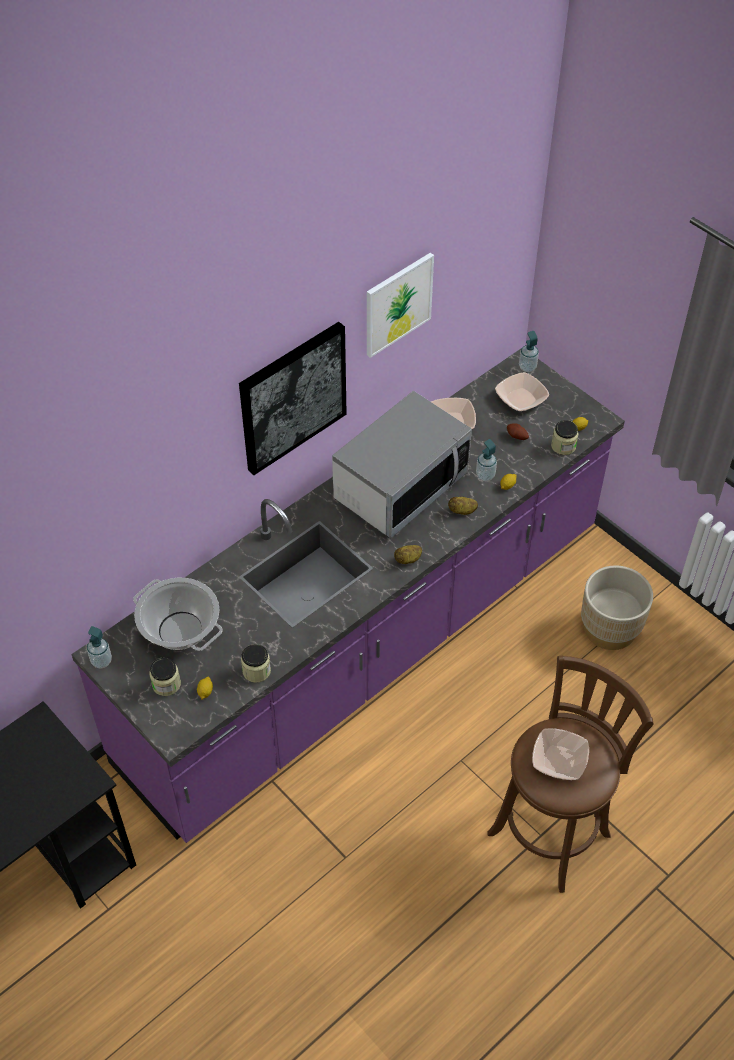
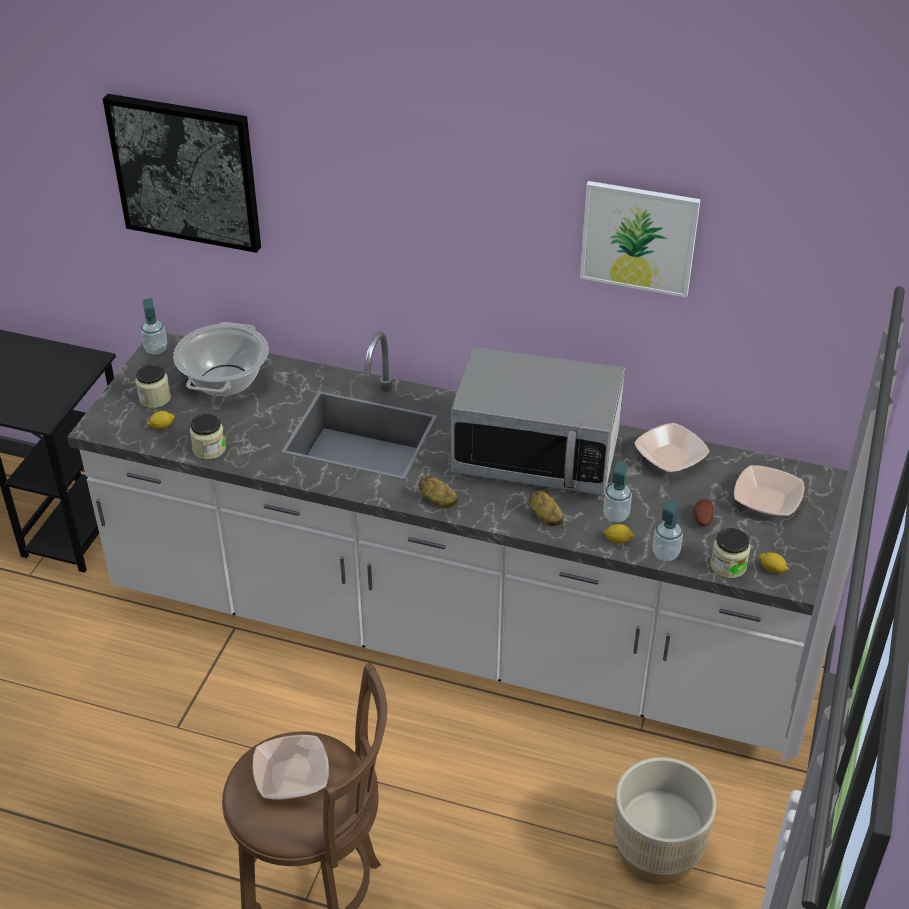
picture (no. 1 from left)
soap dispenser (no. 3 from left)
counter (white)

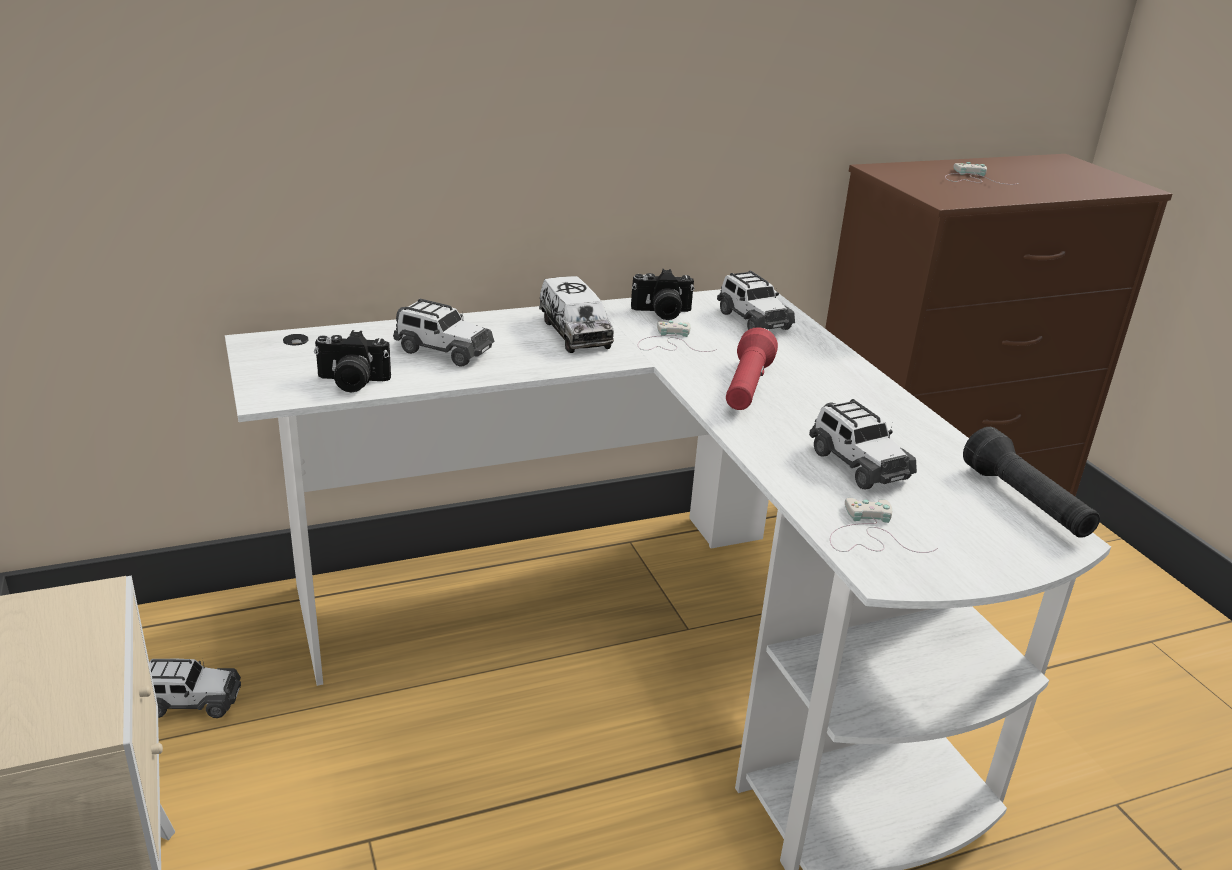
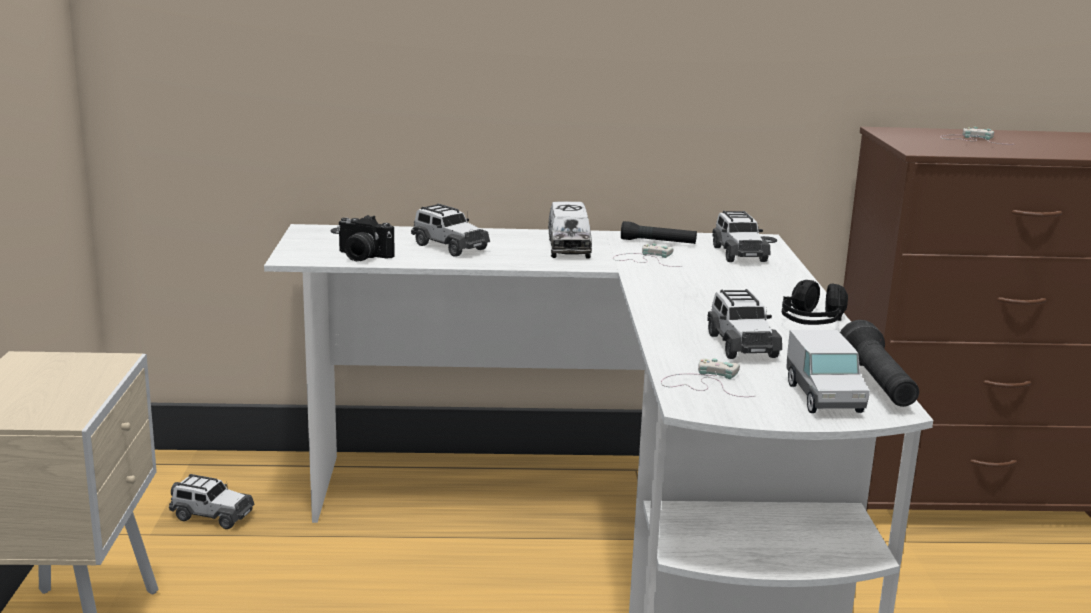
flashlight (black) (no. 1 from left)
flashlight (red)
headphones (black)
toy truck (no. 2 from left)

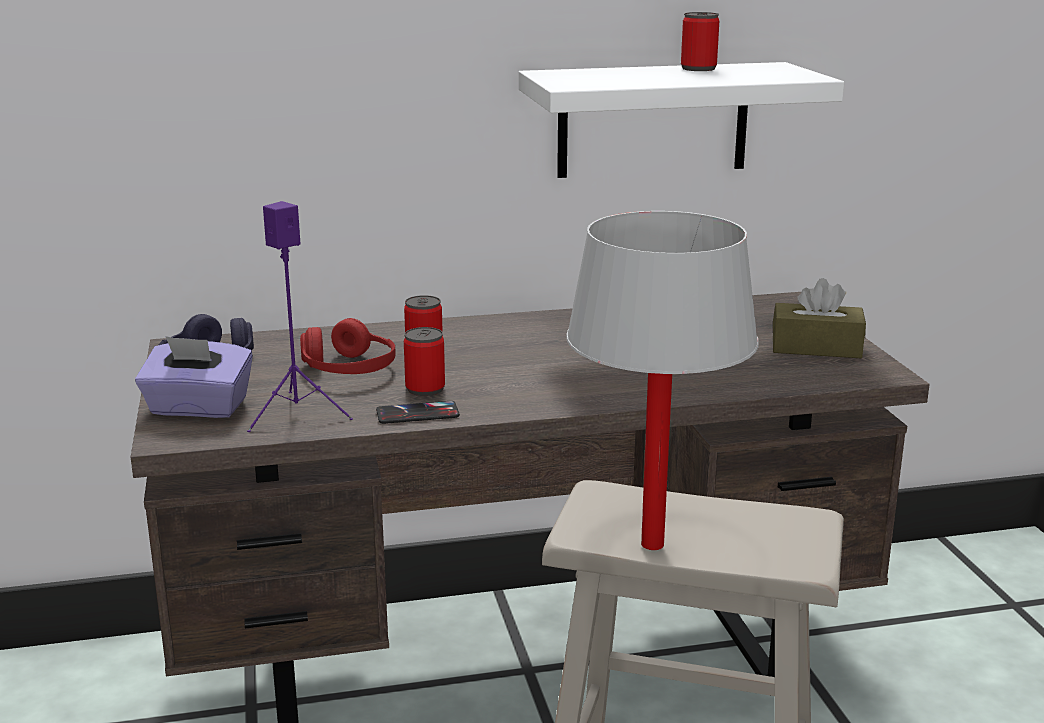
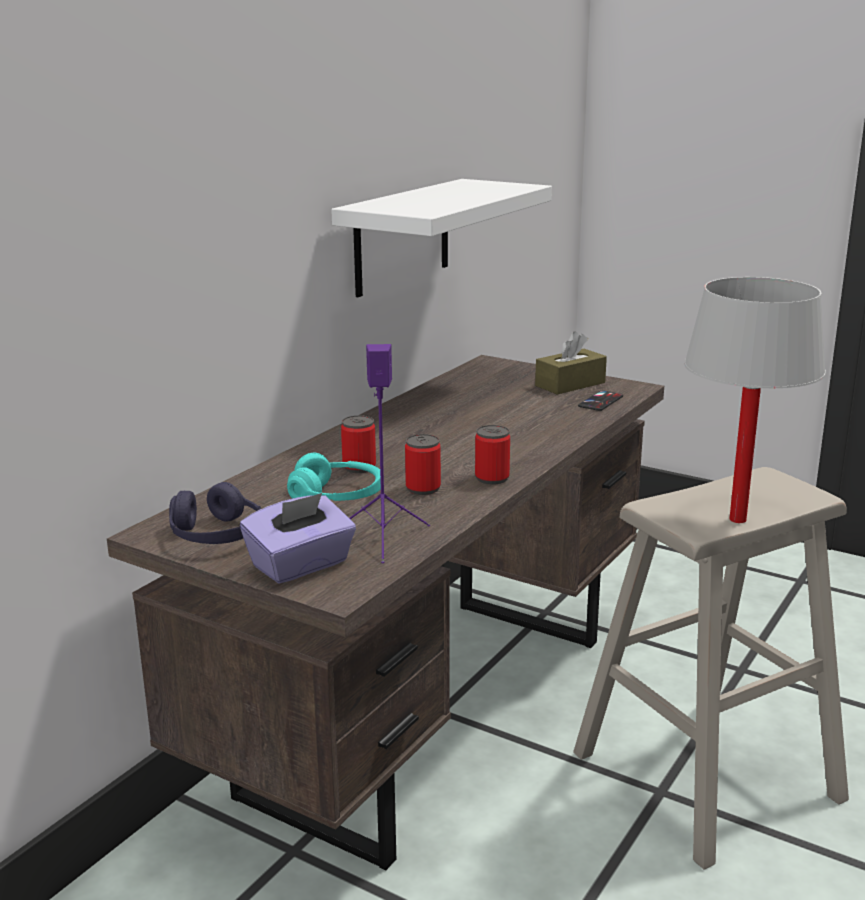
can (no. 3 from left)
headphones (turquoise)
phone

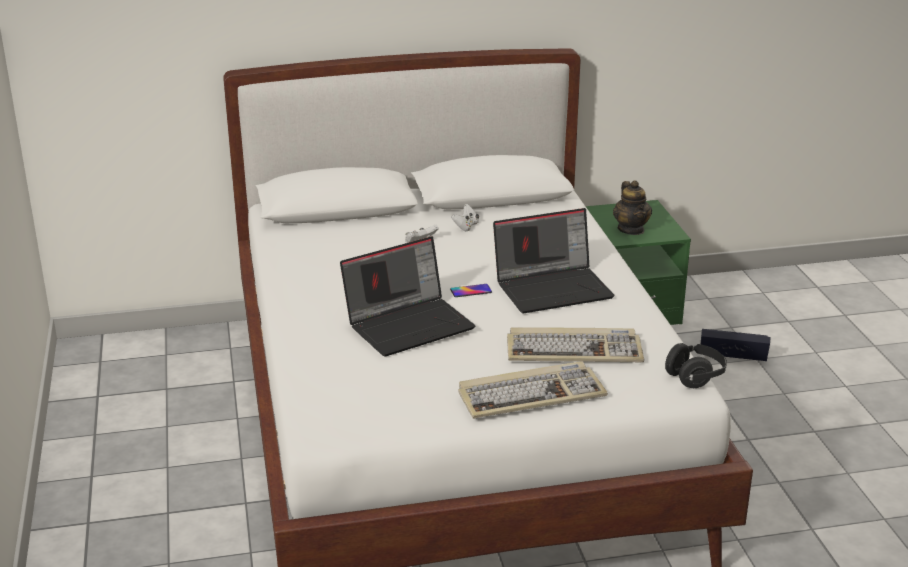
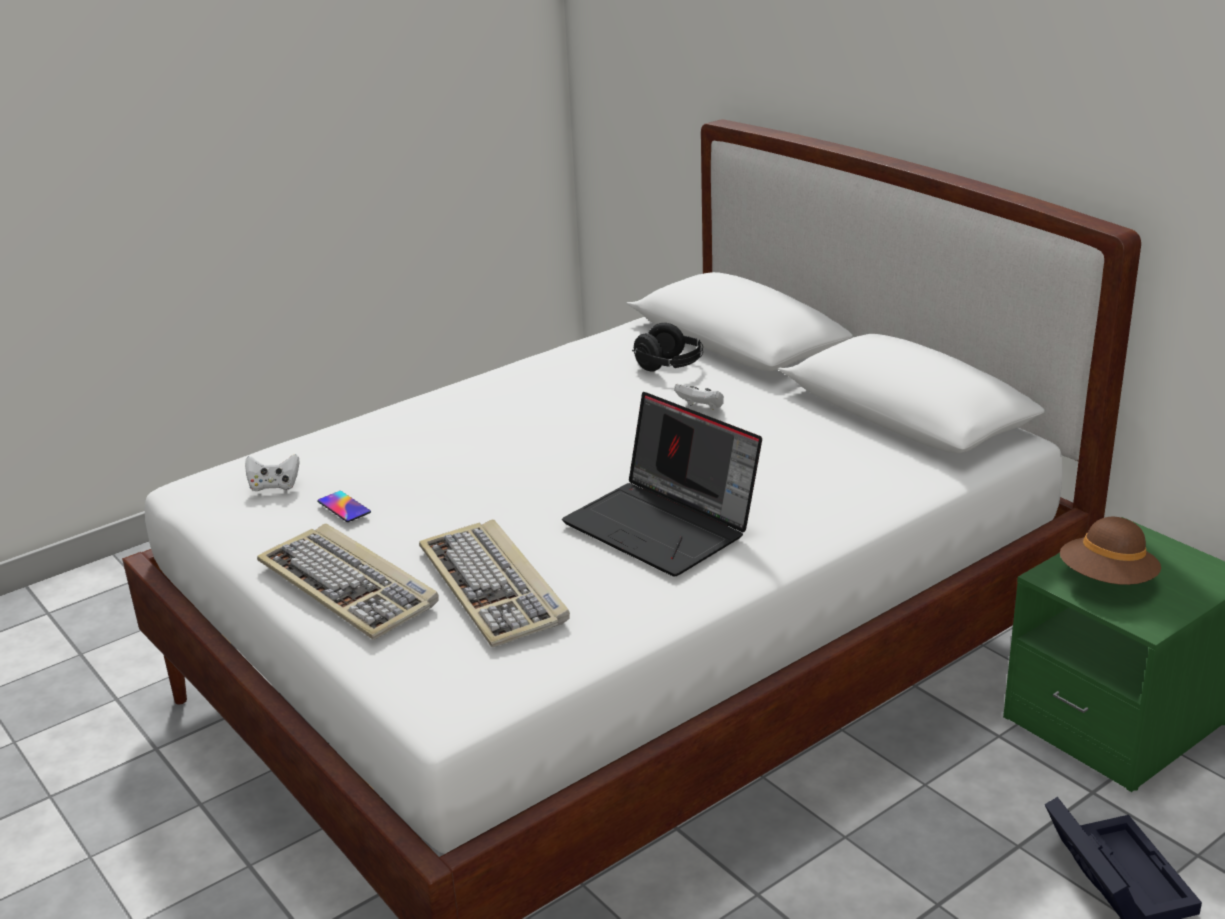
hat (brown)
game controller (white) (no. 1 from left)
laptop (no. 1 from left in the first image)
phone
headphones (black)

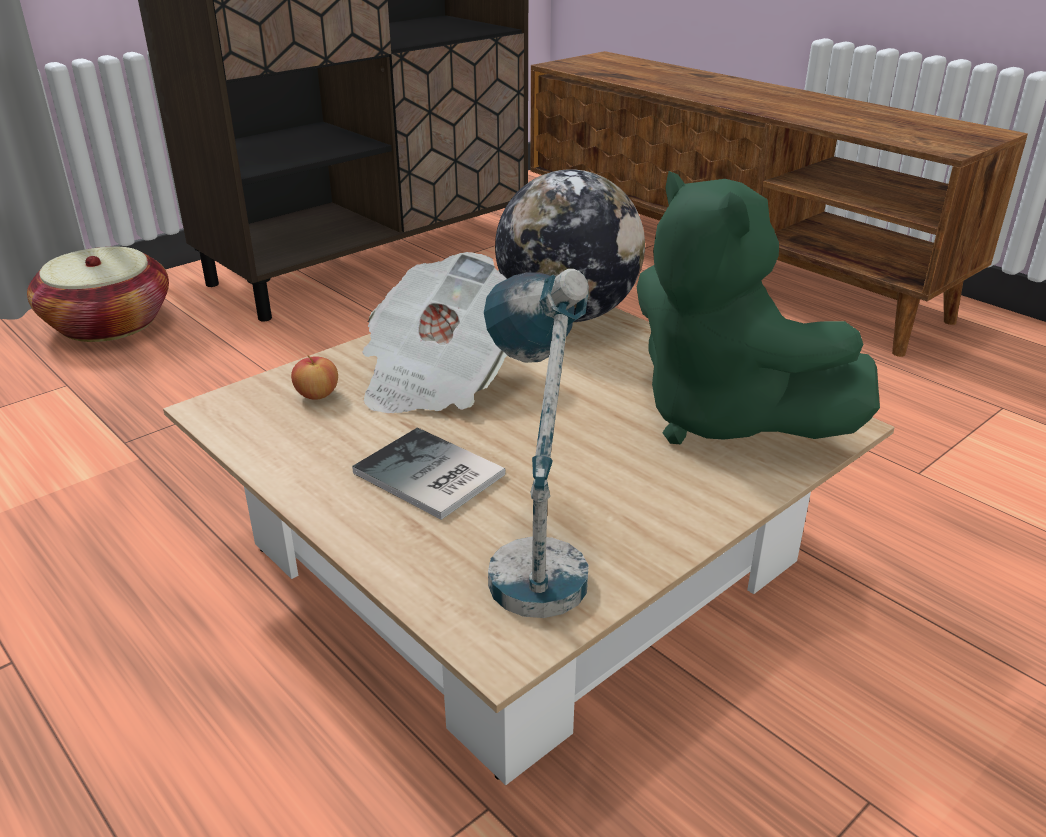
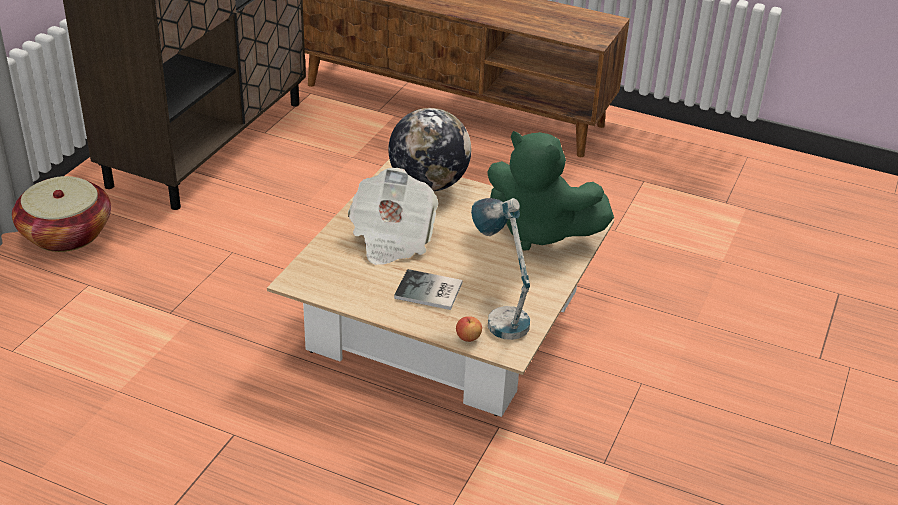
apple

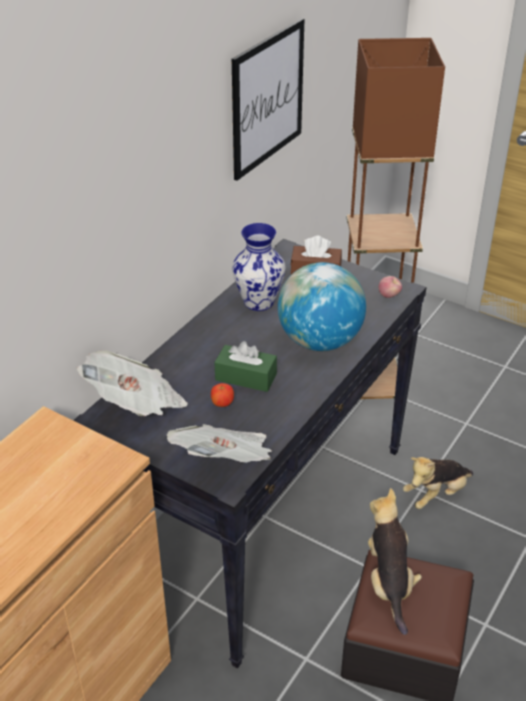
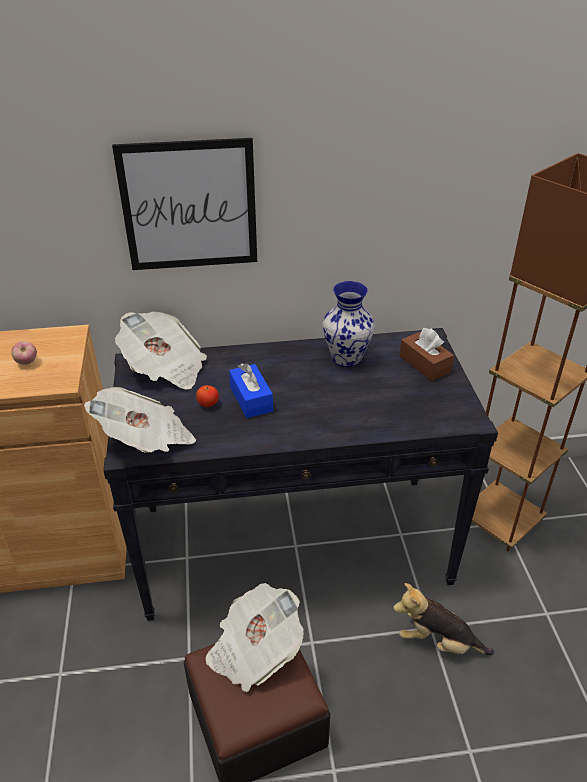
picture
globe
apple (no. 1 from left)
tissue box (blue)
newspaper (no. 3 from left)

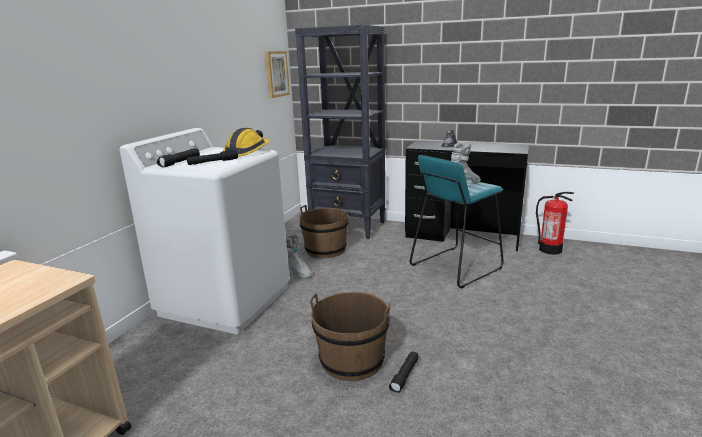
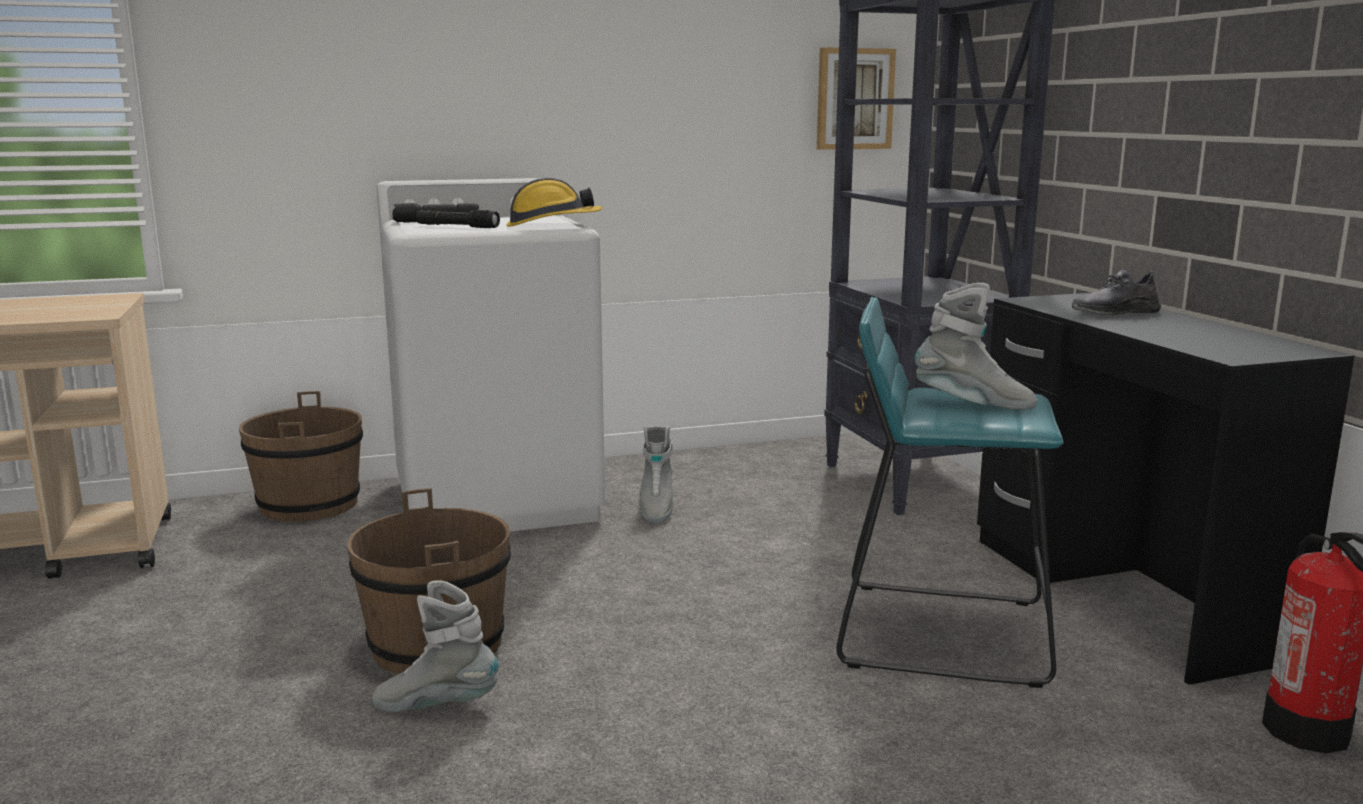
bucket (brown) (no. 1 from left)
boot (grey) (no. 1 from left)

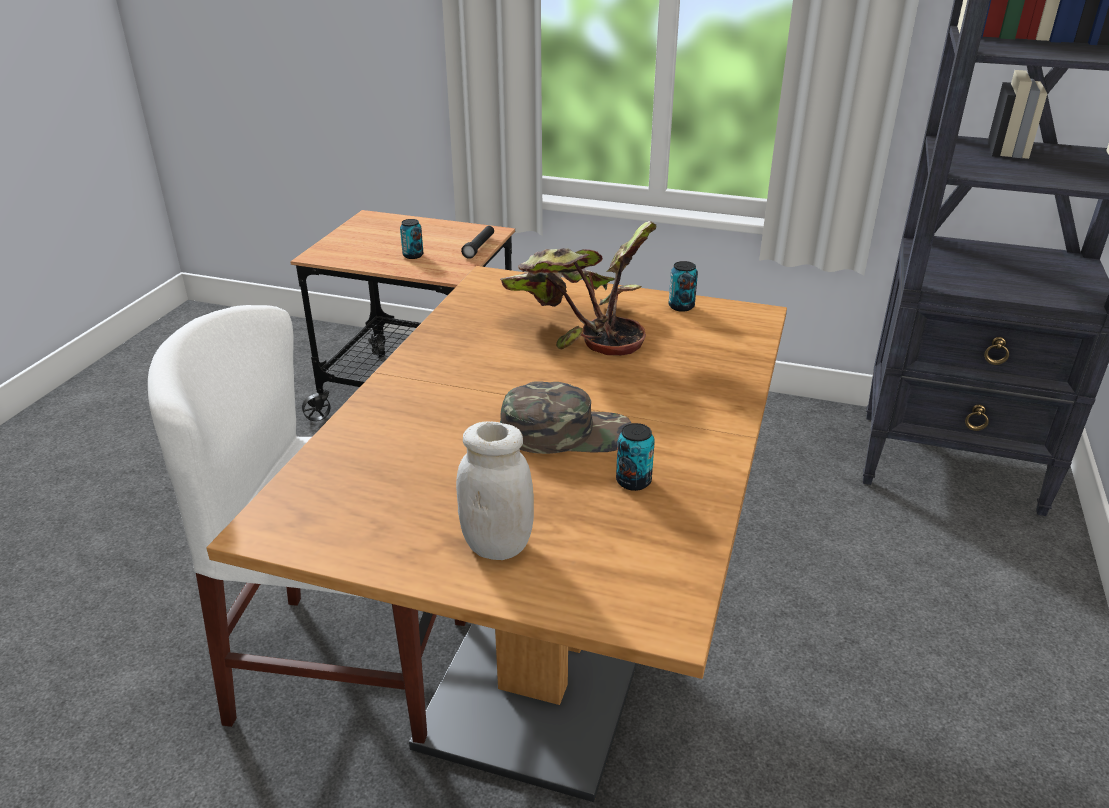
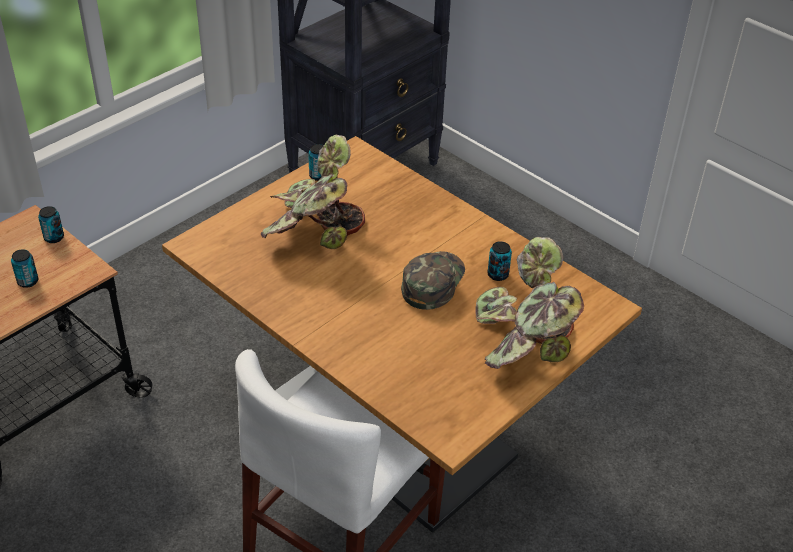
can (no. 2 from left)
potted plant (no. 2 from left)

